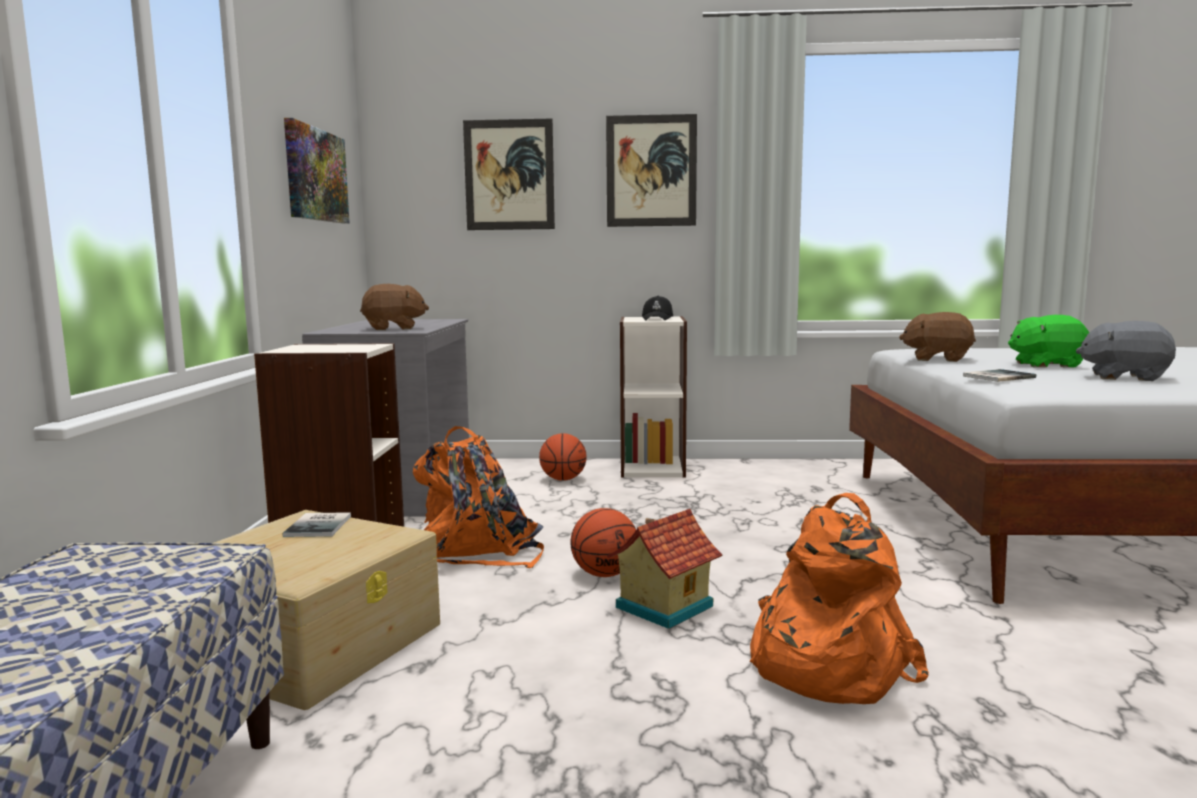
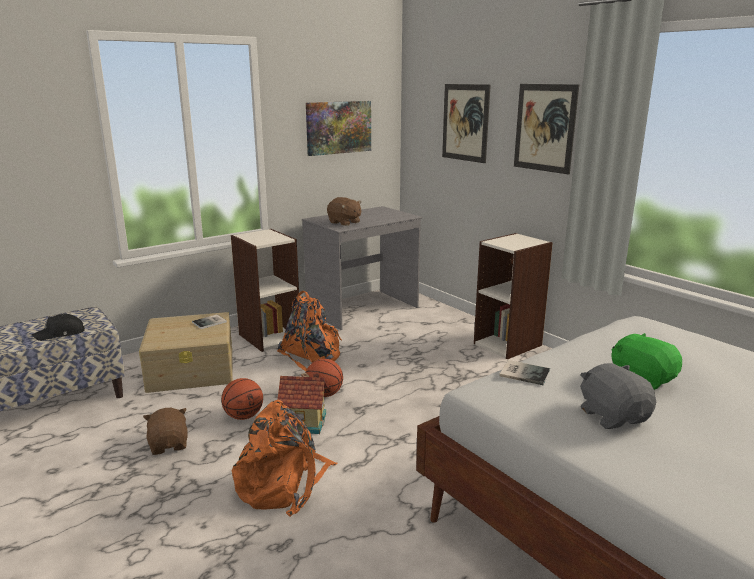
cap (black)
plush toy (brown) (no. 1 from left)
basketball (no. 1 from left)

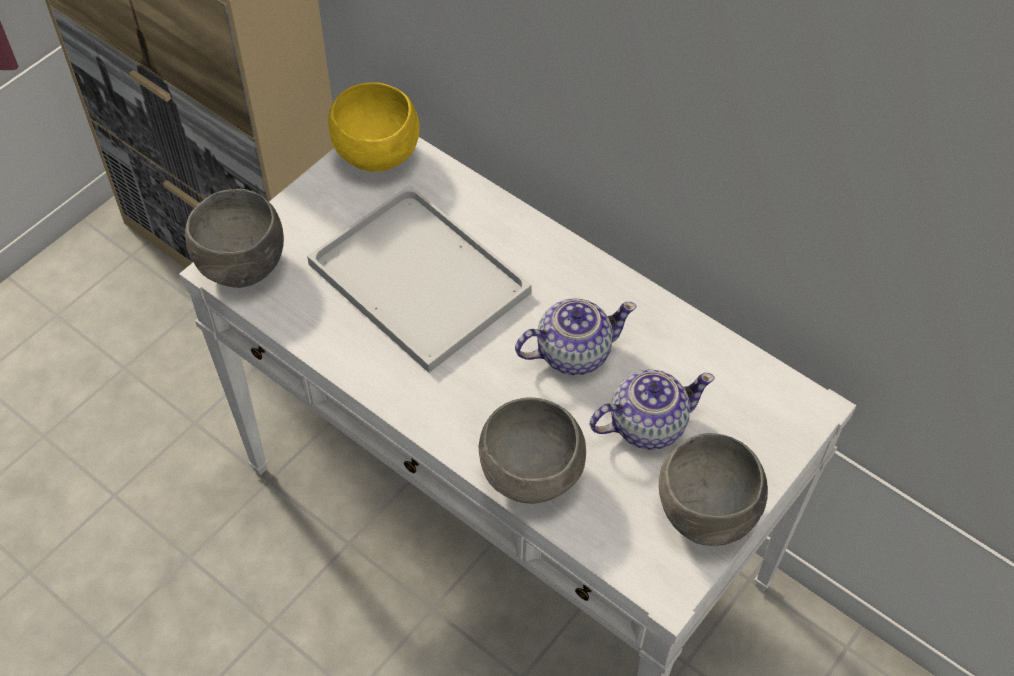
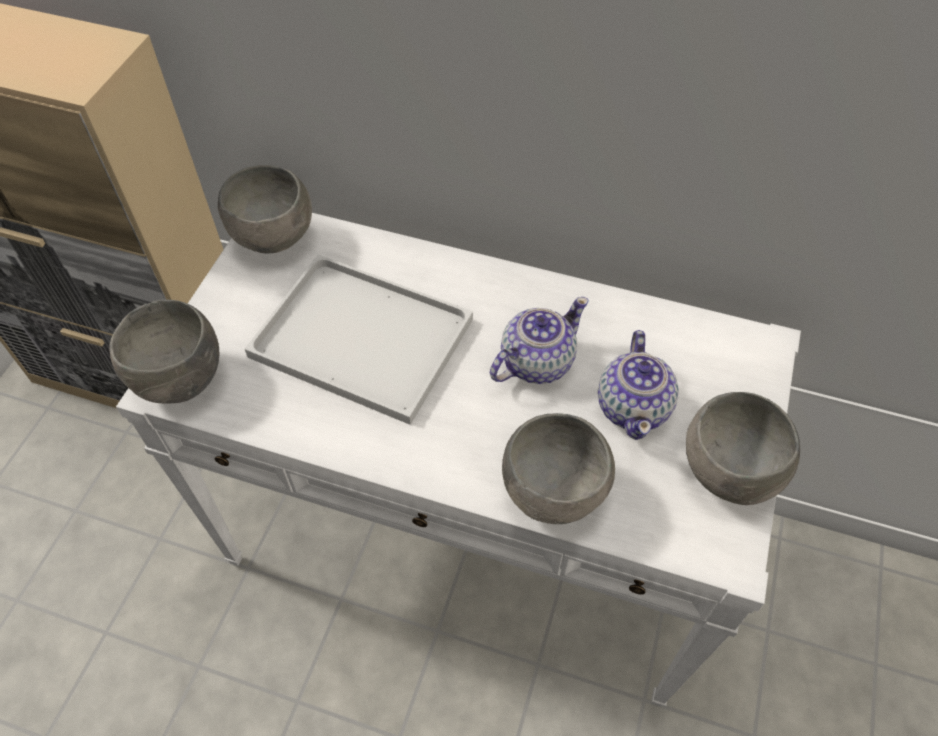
bowl (grey) (no. 2 from left)
teapot (no. 2 from left)

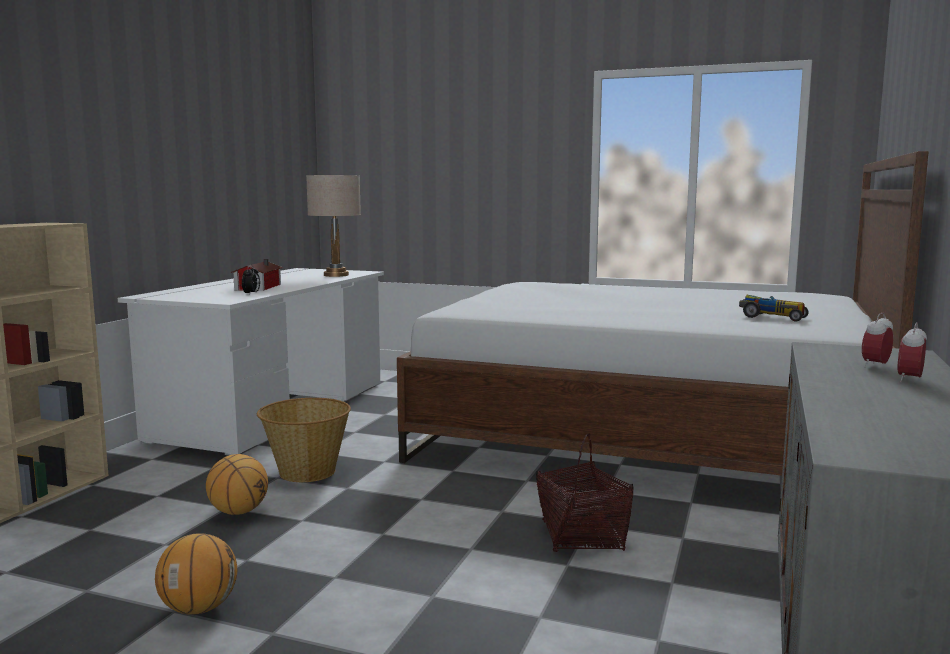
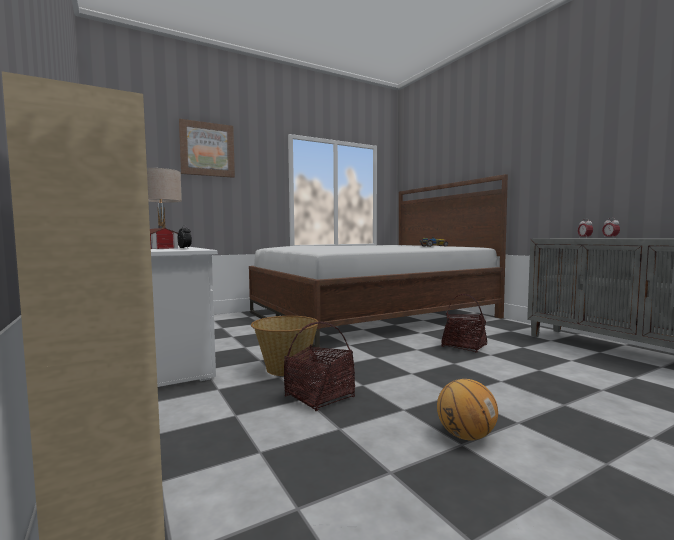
basket (no. 2 from left)
picture

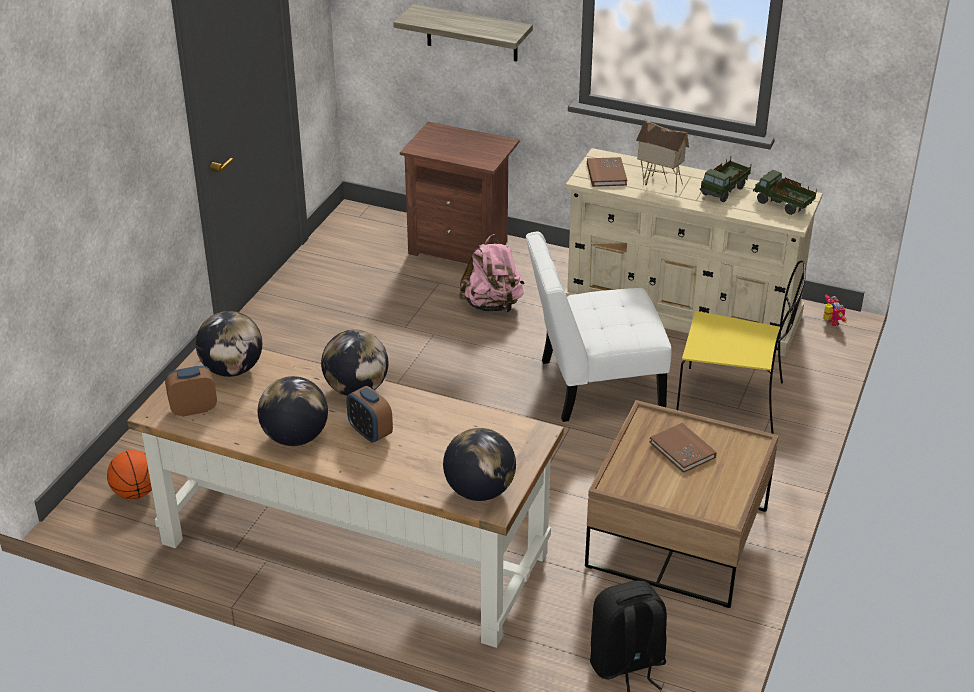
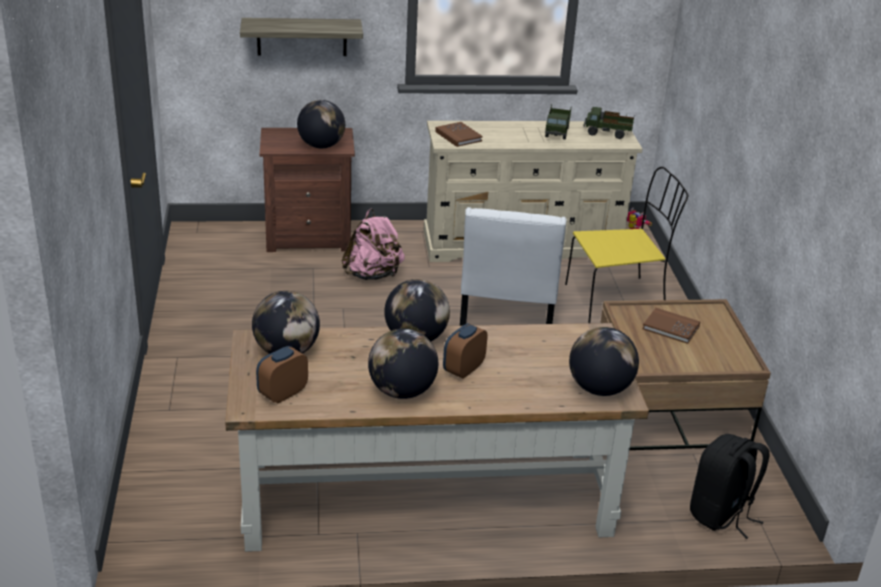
toy house
chair (white)
alarm clock (no. 2 from left)
basketball
globe (no. 2 from left)

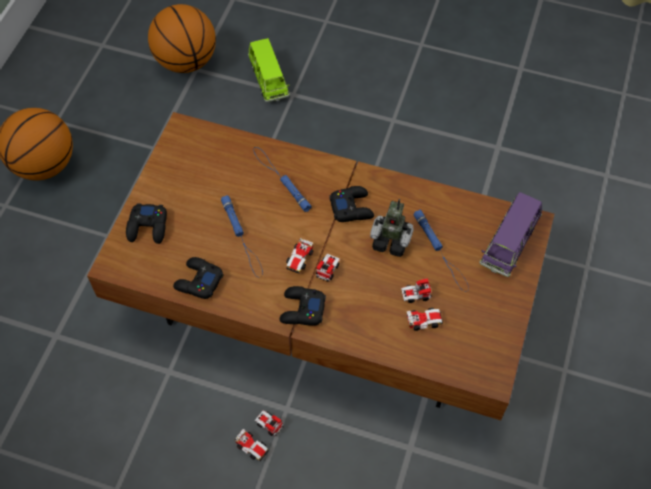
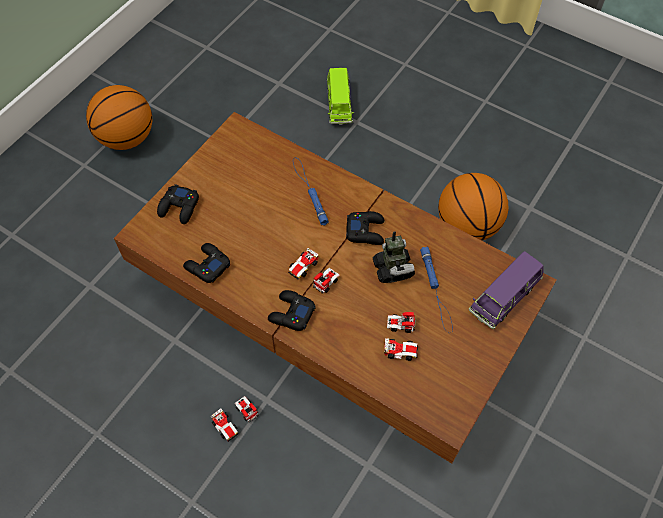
basketball (no. 2 from left)
flashlight (blue) (no. 1 from left in the first image)
toy robot

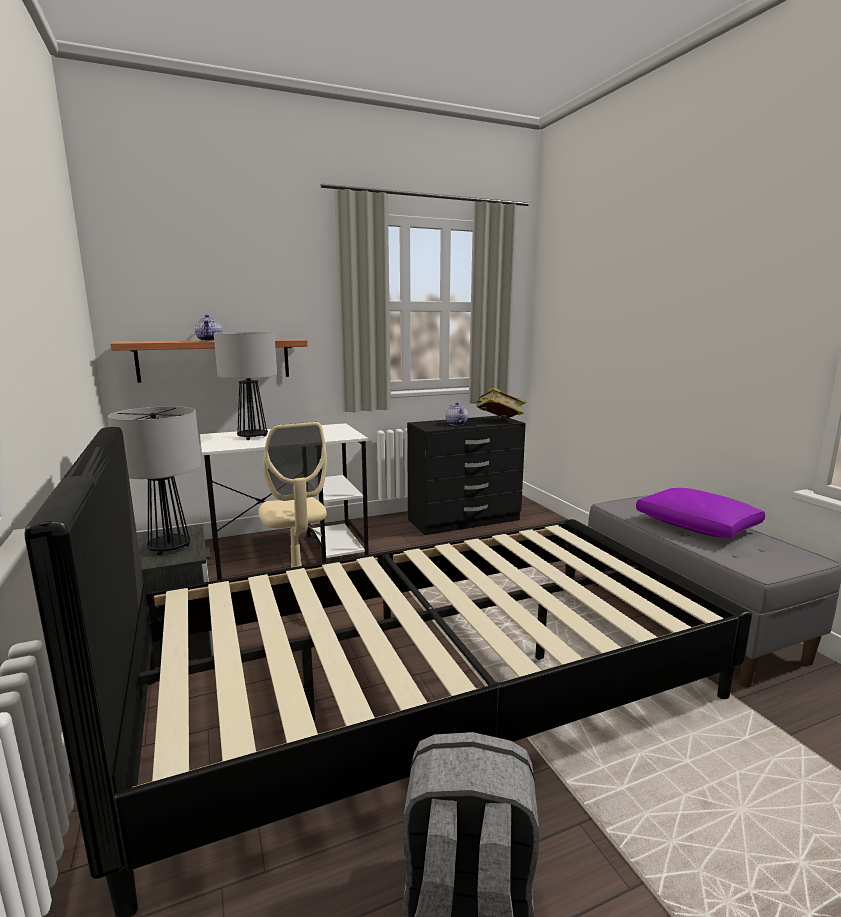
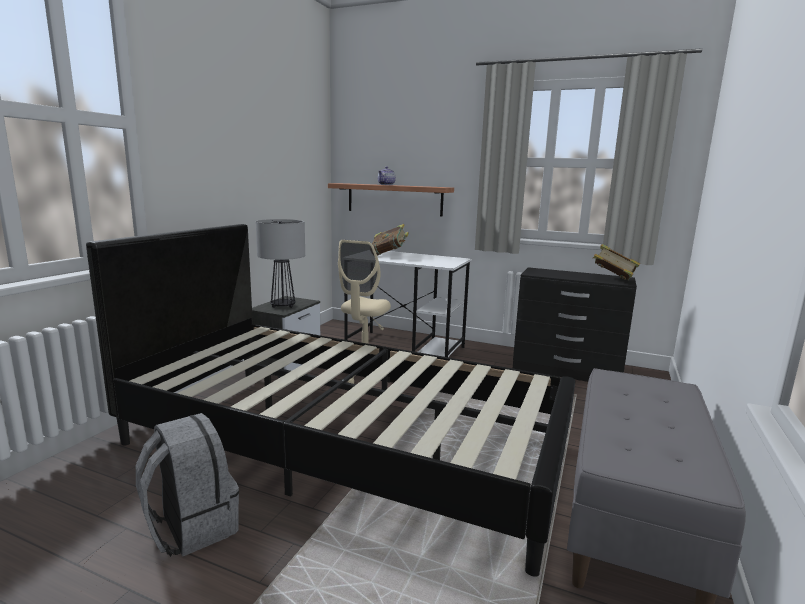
book (no. 1 from left)
teapot (no. 2 from left in the first image)
pillow (purple)

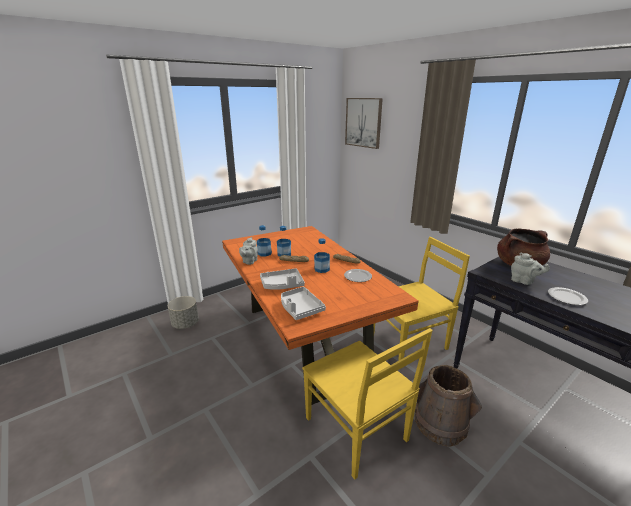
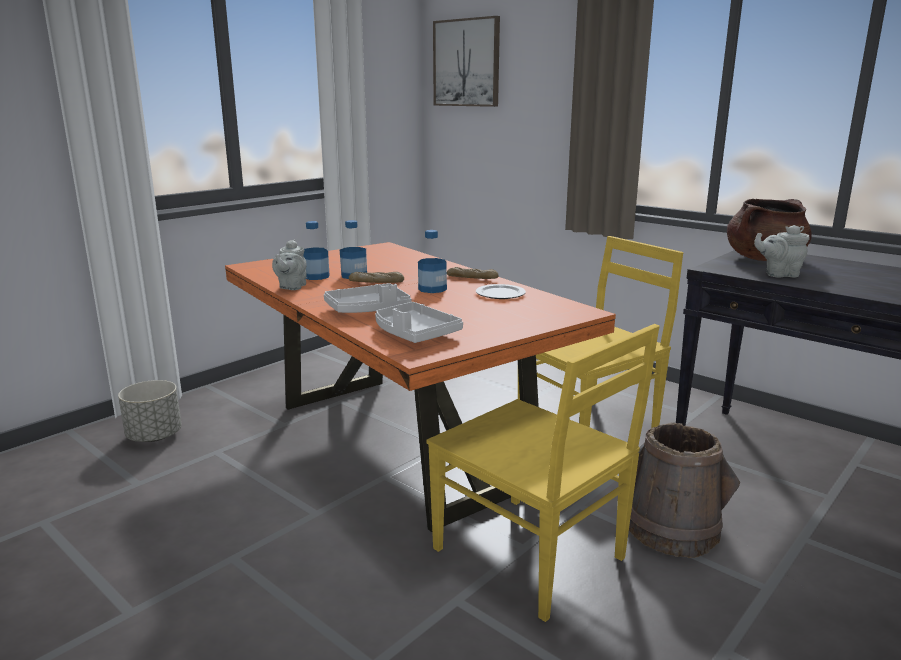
teapot (grey) (no. 2 from left)
plate (no. 2 from left in the first image)

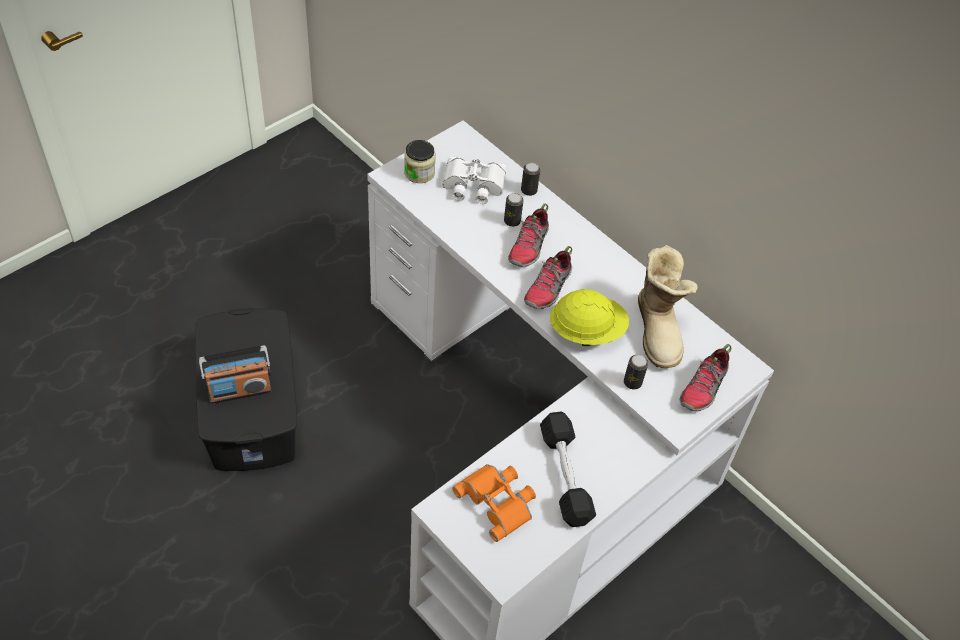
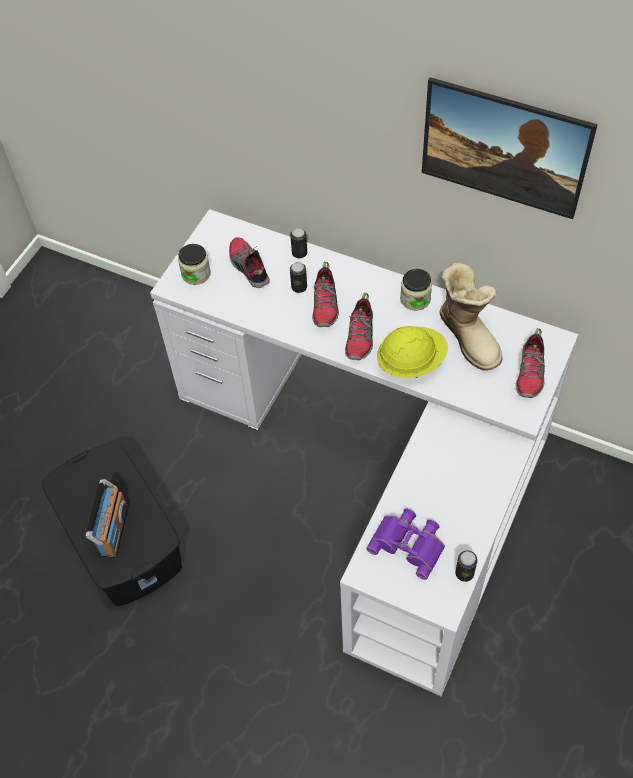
shoe (no. 1 from left)
radio
can (no. 3 from left)
dumbbell (black)
binoculars (purple)
picture
jar (no. 2 from left)

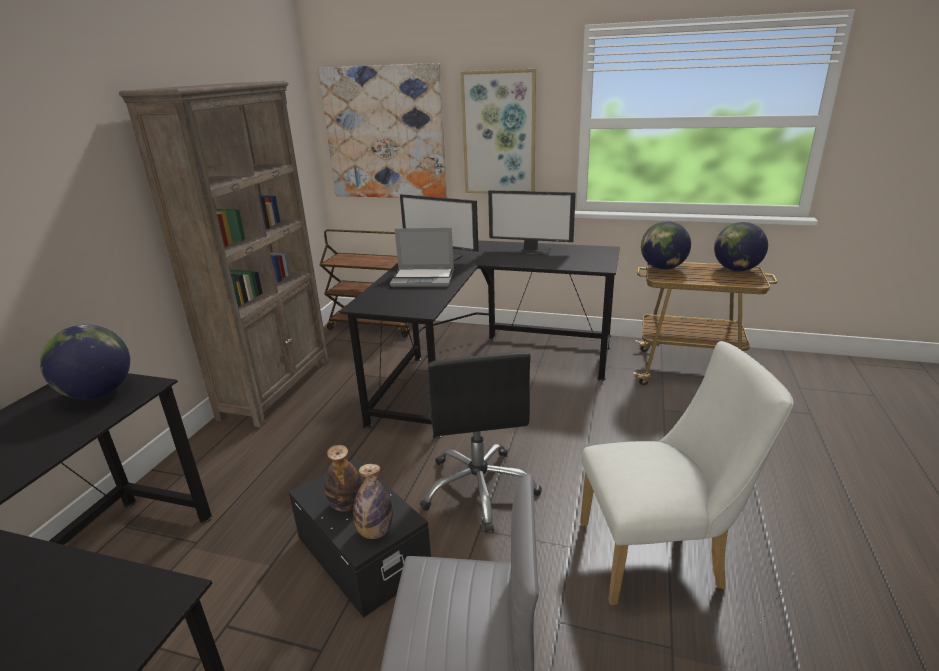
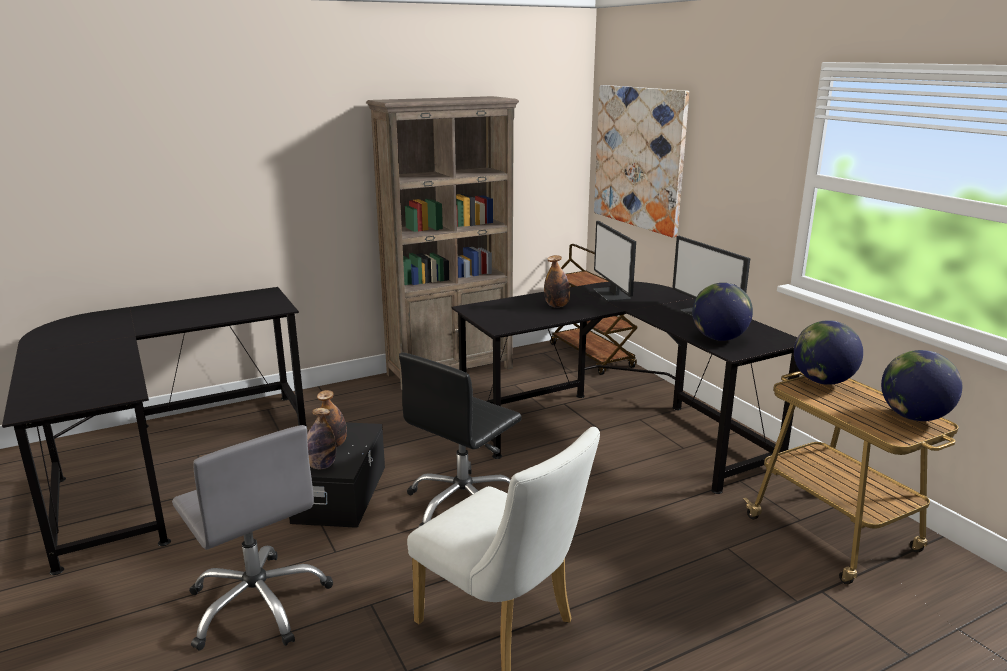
picture (no. 2 from left in the first image)
bottle (no. 3 from left)
globe (no. 1 from left)

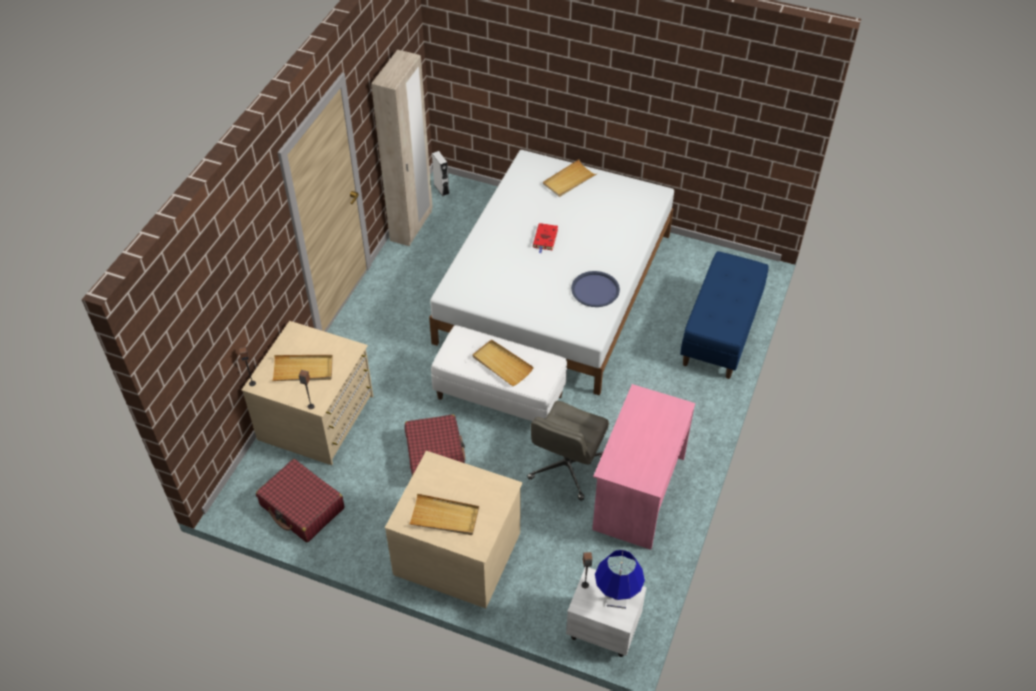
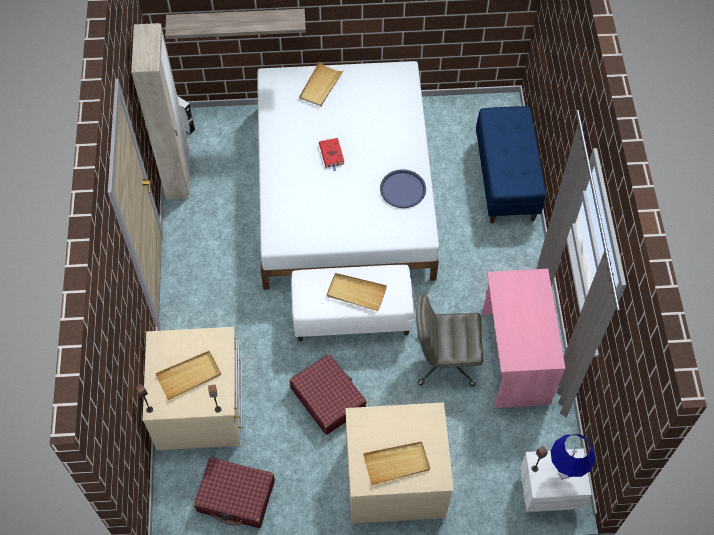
office chair (grey)
shelf

